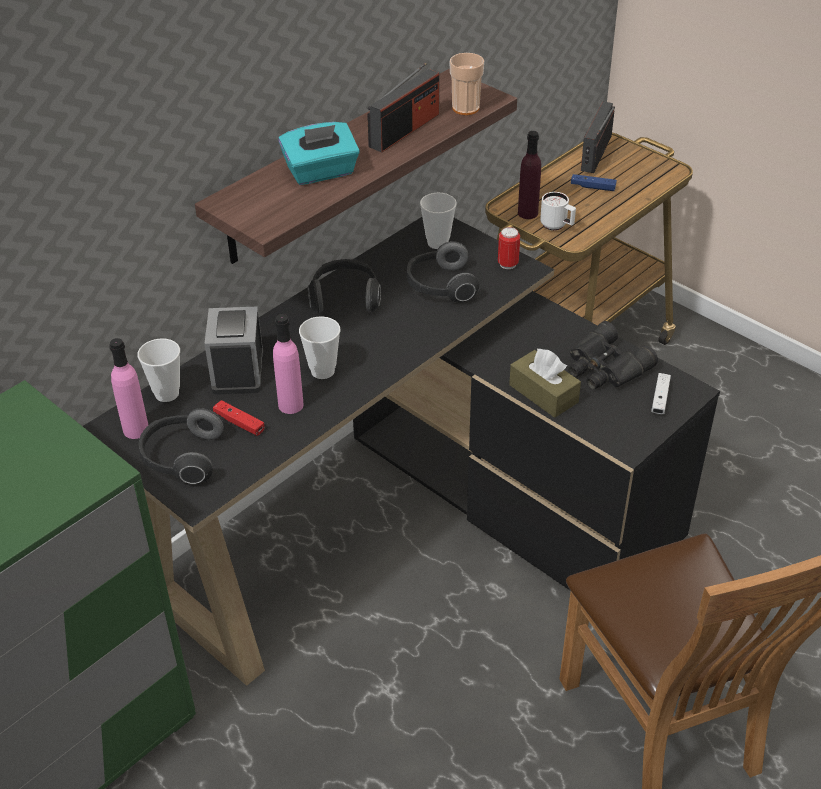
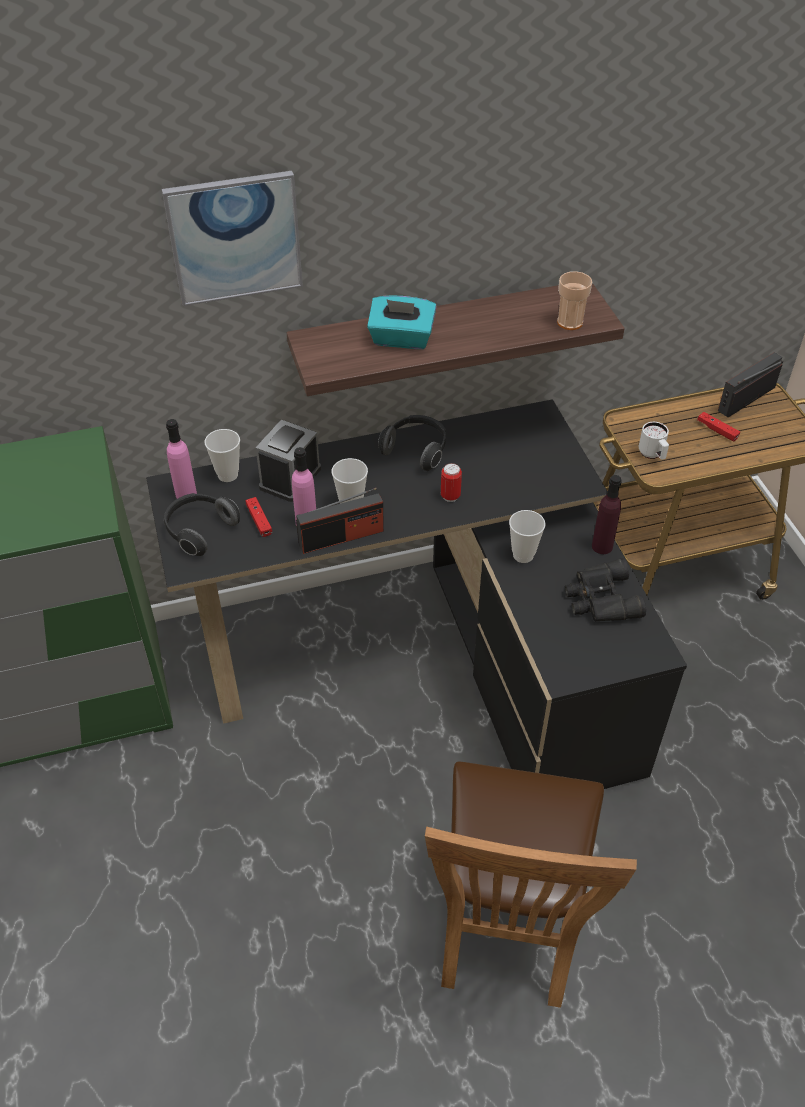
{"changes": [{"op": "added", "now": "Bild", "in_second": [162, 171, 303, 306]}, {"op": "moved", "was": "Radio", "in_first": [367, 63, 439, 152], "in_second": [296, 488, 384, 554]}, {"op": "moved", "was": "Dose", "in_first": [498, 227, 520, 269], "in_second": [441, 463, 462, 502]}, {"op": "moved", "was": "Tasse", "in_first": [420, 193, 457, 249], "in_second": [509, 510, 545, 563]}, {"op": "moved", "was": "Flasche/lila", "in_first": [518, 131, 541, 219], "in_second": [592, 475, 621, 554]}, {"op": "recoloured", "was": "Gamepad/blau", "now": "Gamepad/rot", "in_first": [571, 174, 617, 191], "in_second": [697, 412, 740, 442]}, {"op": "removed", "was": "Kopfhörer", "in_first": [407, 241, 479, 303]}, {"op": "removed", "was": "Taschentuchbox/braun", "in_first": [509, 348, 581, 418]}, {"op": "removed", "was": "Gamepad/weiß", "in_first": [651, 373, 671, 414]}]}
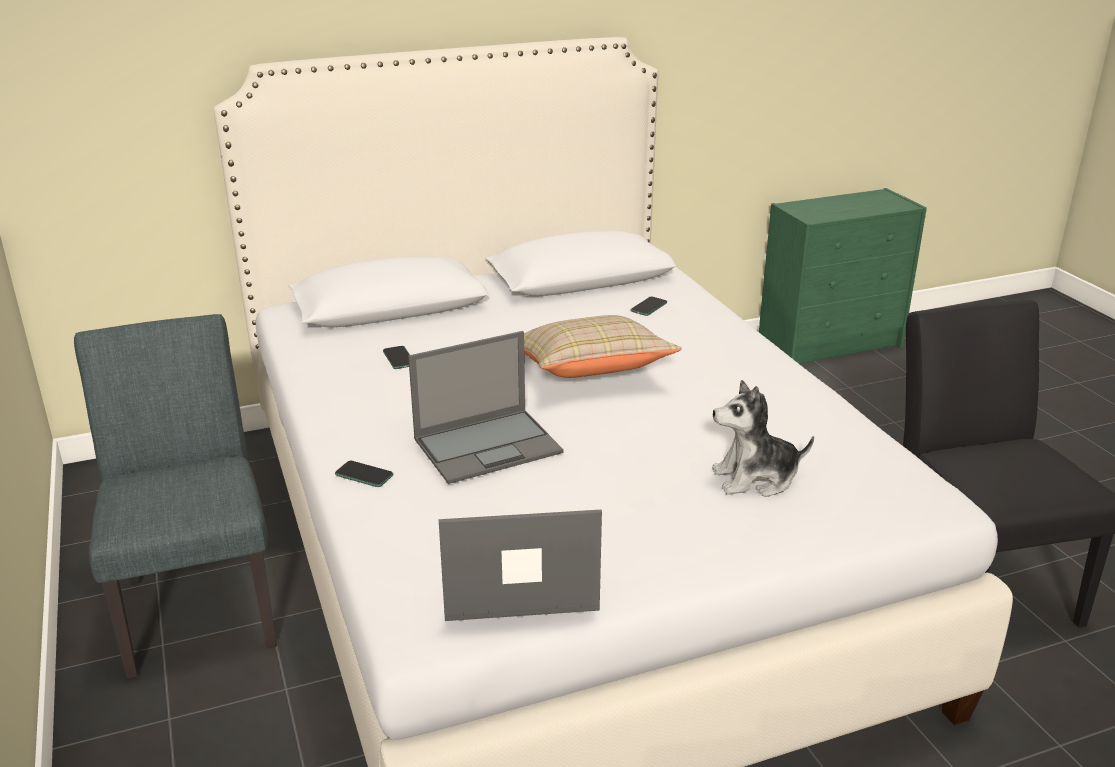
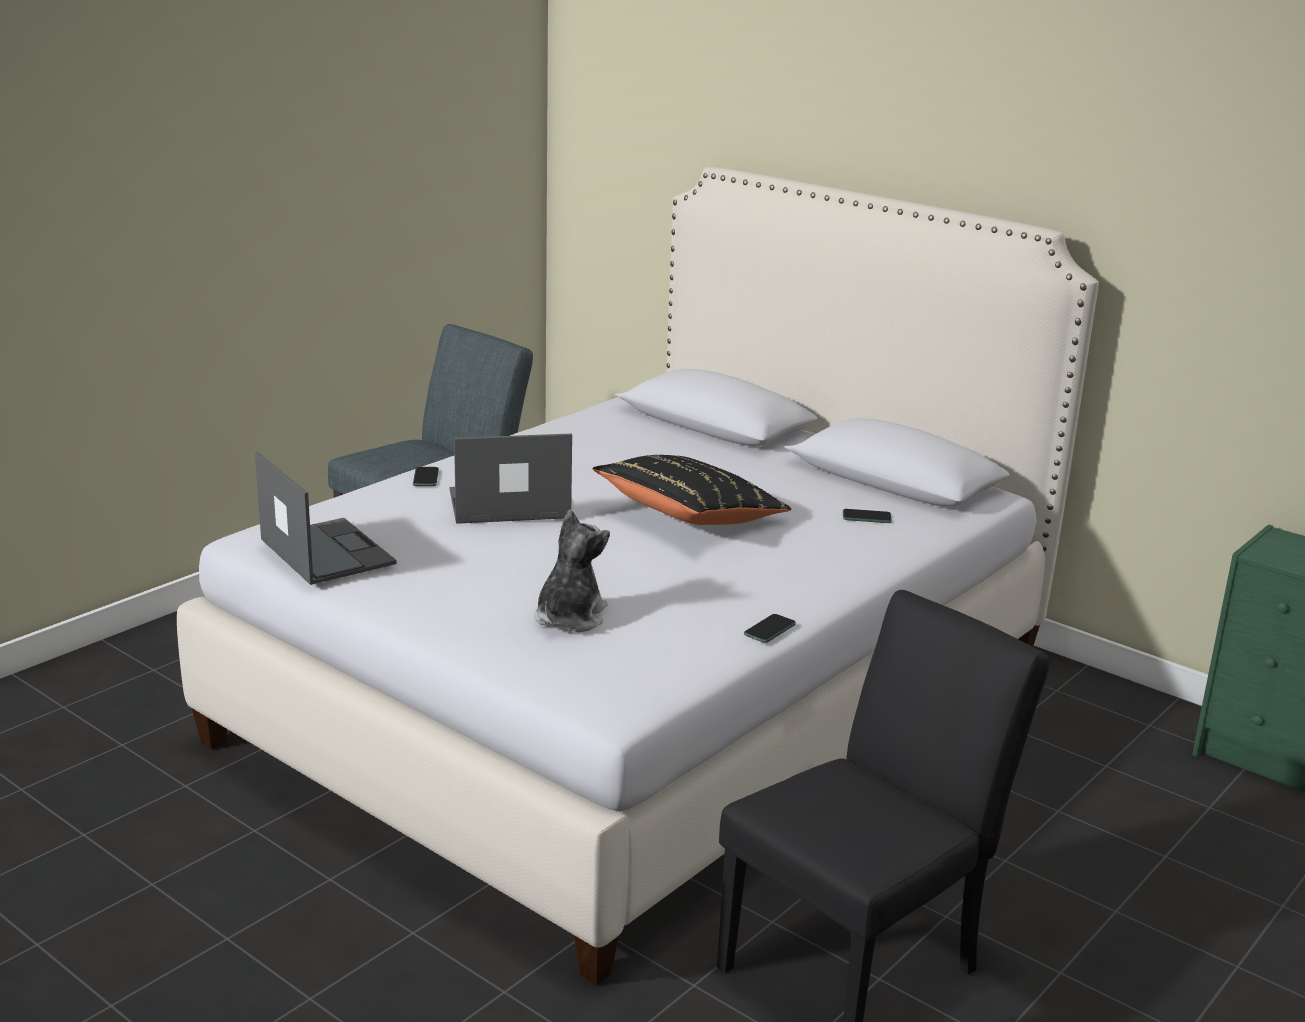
{"changes": [{"op": "turned", "was": "Laptop", "in_first": [408, 331, 563, 484], "in_second": [450, 434, 572, 524], "clockwise": 135}, {"op": "turned", "was": "Plüschtier", "in_first": [712, 380, 814, 497], "in_second": [534, 510, 610, 632], "clockwise": 60}, {"op": "recoloured", "was": "Kissen/beige", "now": "Kissen/schwarz", "in_first": [524, 315, 682, 378], "in_second": [593, 455, 791, 525]}, {"op": "moved", "was": "Handy", "in_first": [383, 346, 410, 369], "in_second": [744, 614, 796, 643]}]}
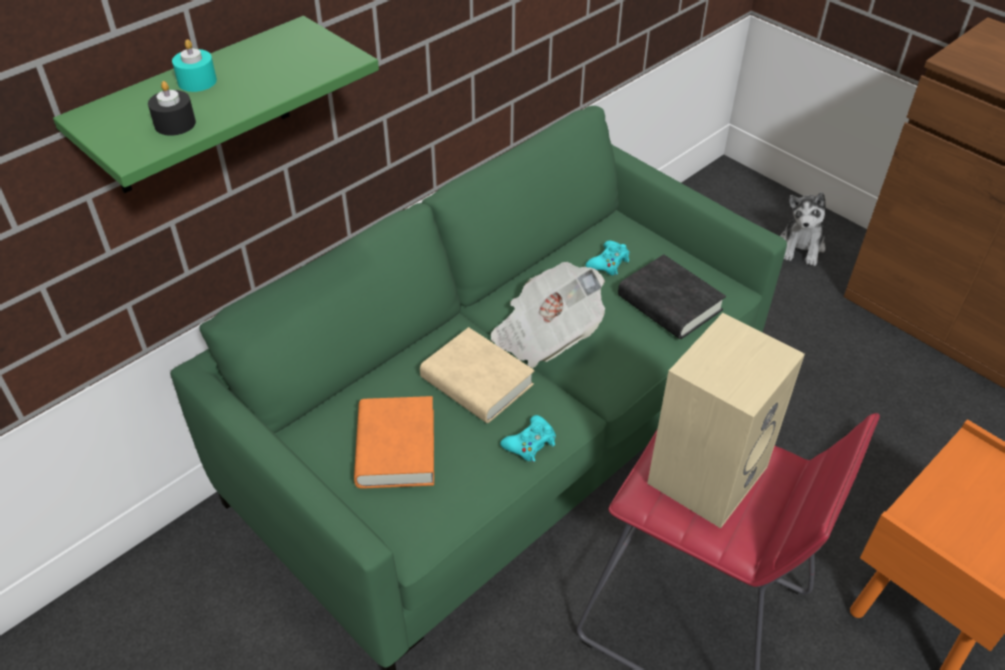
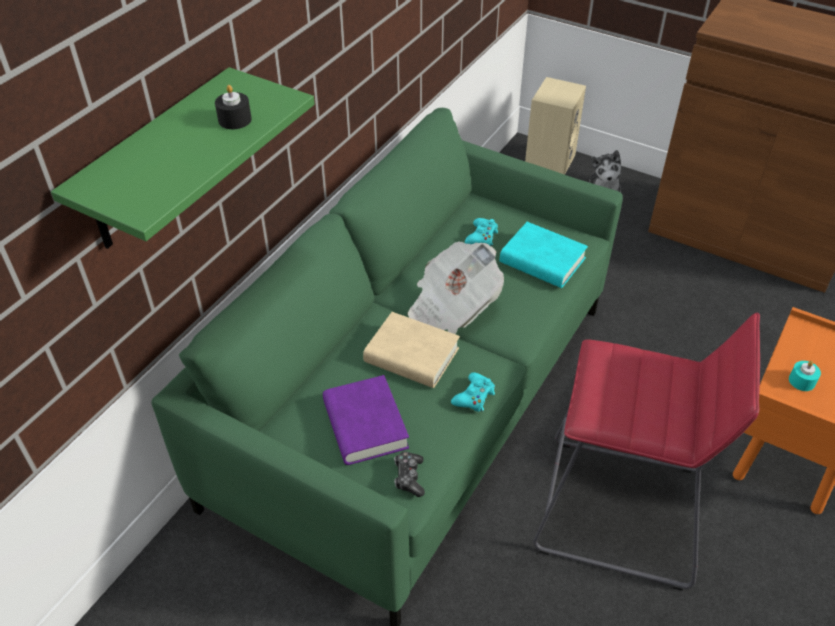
{"changes": [{"op": "moved", "was": "Kerze/schwarz", "in_first": [148, 81, 196, 136], "in_second": [215, 85, 252, 129]}, {"op": "recoloured", "was": "Buch/orange", "now": "Buch/lila", "in_first": [354, 396, 434, 489], "in_second": [323, 375, 409, 465]}, {"op": "added", "now": "Gamepad", "in_second": [394, 451, 425, 497]}, {"op": "recoloured", "was": "Buch/schwarz", "now": "Buch/türkis", "in_first": [618, 254, 726, 339], "in_second": [500, 222, 588, 288]}, {"op": "moved", "was": "Lautsprecher/beige", "in_first": [647, 313, 805, 528], "in_second": [525, 77, 586, 175]}, {"op": "moved", "was": "Kerze/türkis", "in_first": [172, 39, 217, 92], "in_second": [789, 361, 821, 391]}]}
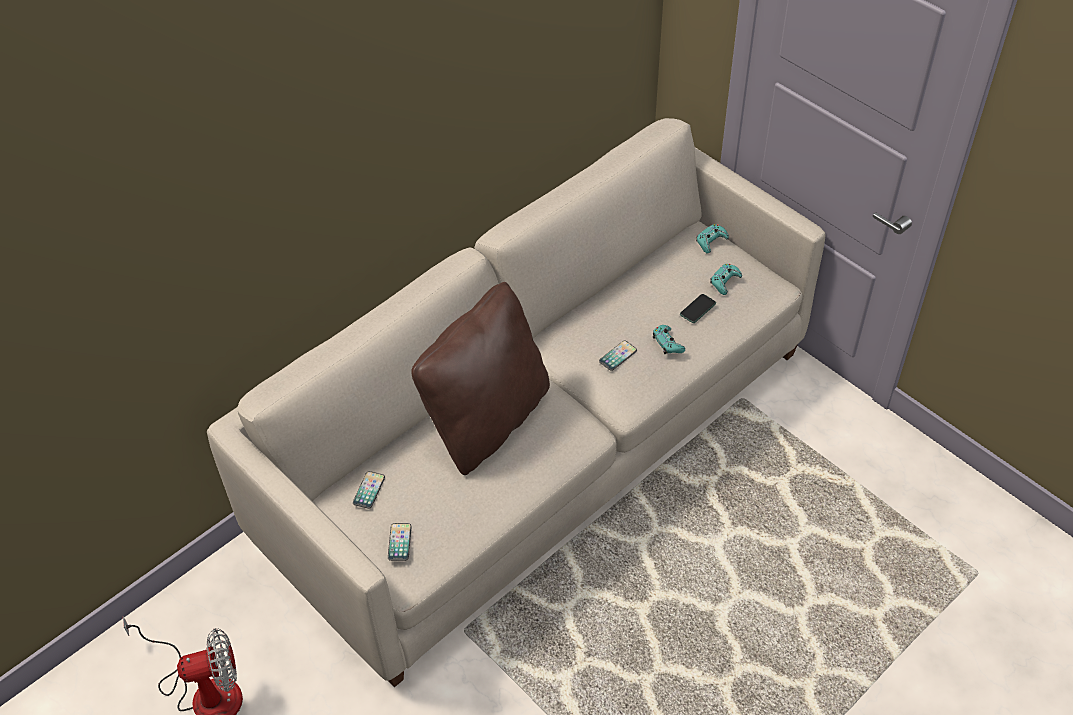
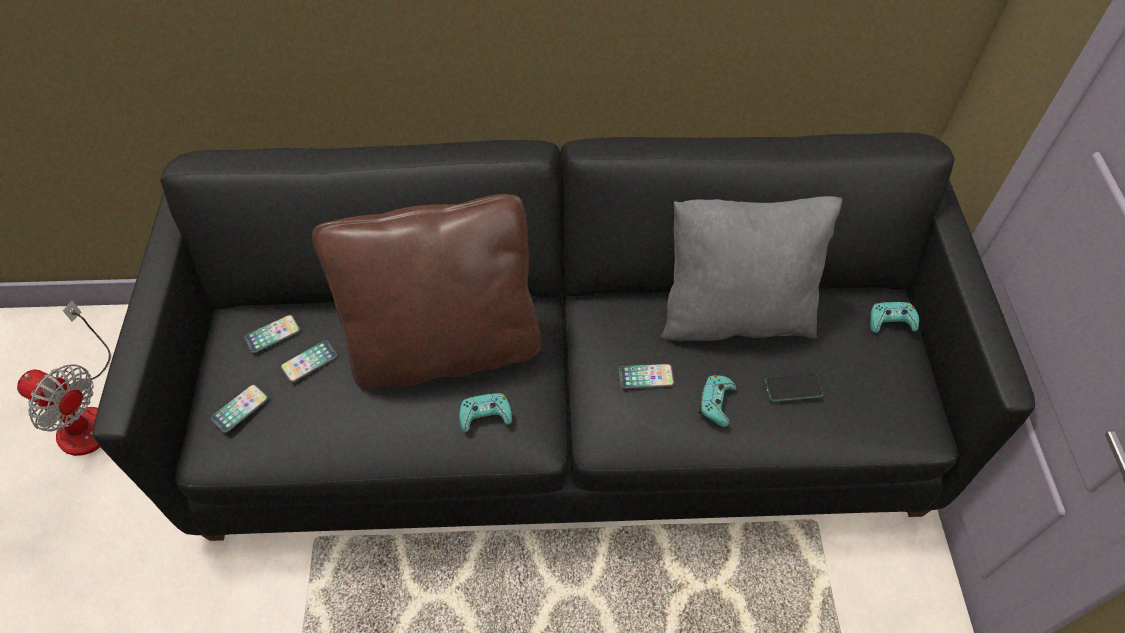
{"changes": [{"op": "recoloured", "was": "Sofa/beige", "now": "Sofa/schwarz", "in_first": [207, 118, 826, 687], "in_second": [92, 132, 1035, 541]}, {"op": "added", "now": "Handy", "in_second": [281, 340, 337, 382]}, {"op": "moved", "was": "Gamepad/türkis", "in_first": [710, 264, 742, 295], "in_second": [459, 393, 512, 432]}, {"op": "added", "now": "Kissen/grau", "in_second": [661, 196, 842, 341]}]}
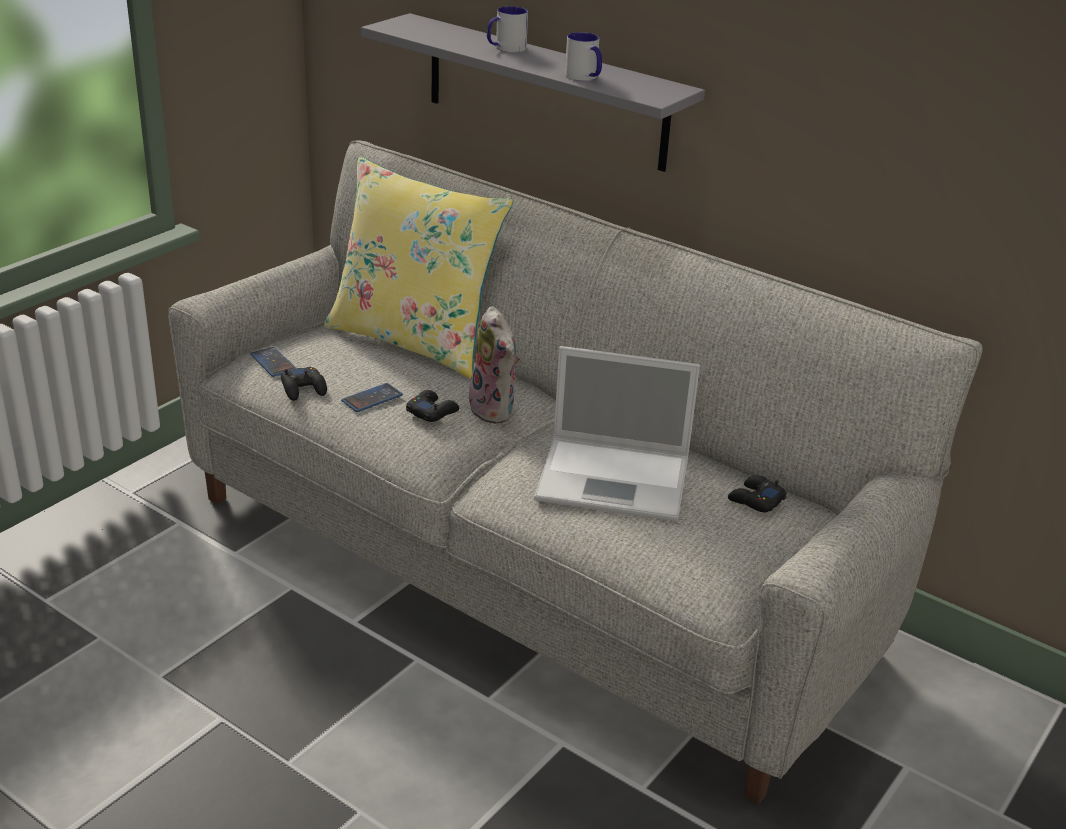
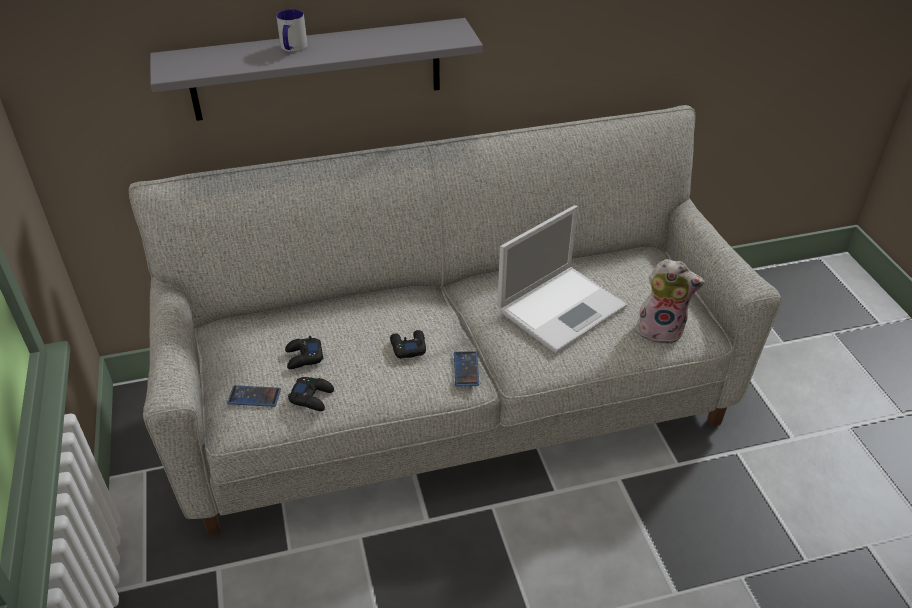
{"changes": [{"op": "moved", "was": "Gamepad/schwarz", "in_first": [728, 475, 787, 512], "in_second": [285, 336, 323, 369]}, {"op": "moved", "was": "Handy", "in_first": [341, 383, 403, 412], "in_second": [454, 351, 479, 386]}, {"op": "moved", "was": "Plüschtier", "in_first": [467, 306, 520, 424], "in_second": [636, 259, 705, 344]}, {"op": "removed", "was": "Kissen/gelb", "in_first": [324, 156, 513, 378]}, {"op": "removed", "was": "Henkelbecher", "in_first": [565, 32, 602, 81]}]}
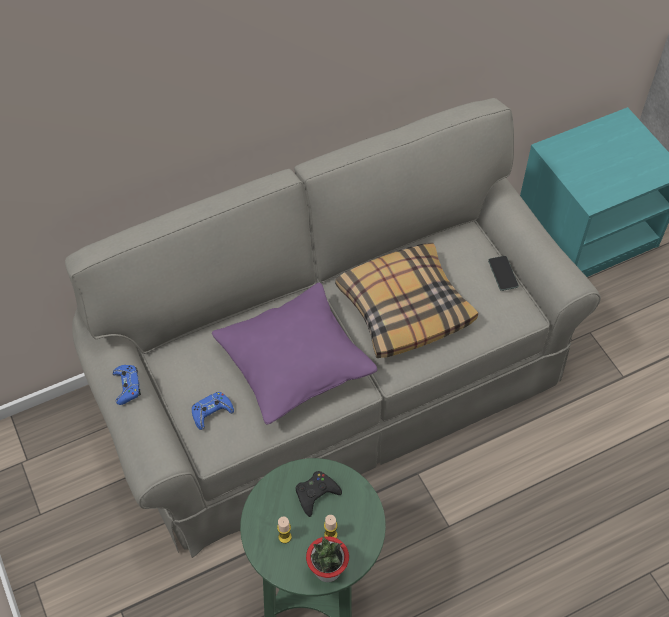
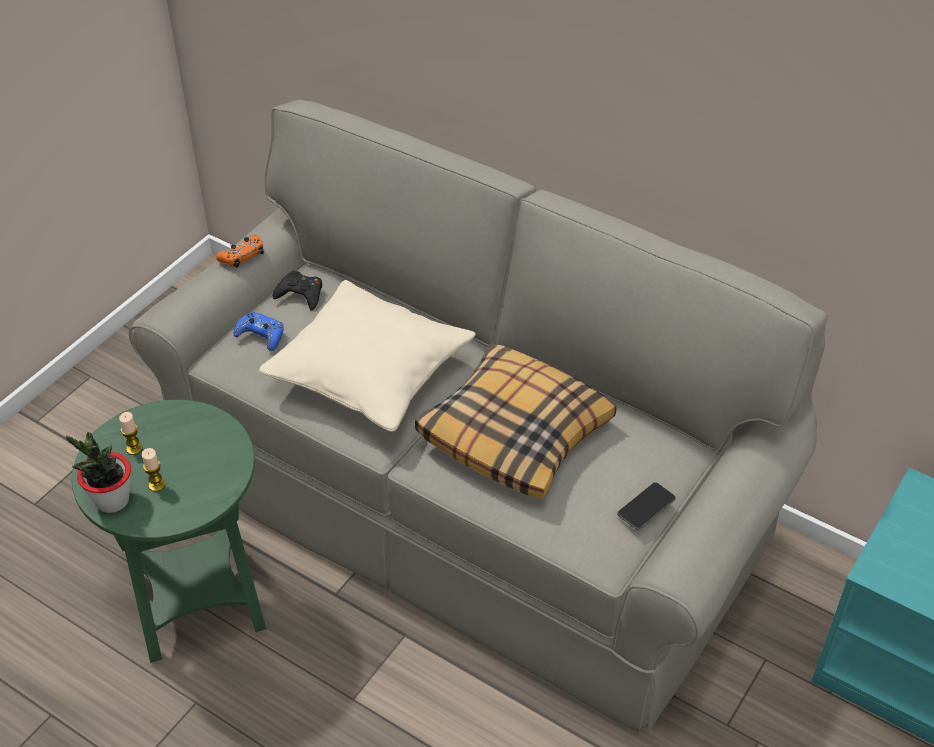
{"changes": [{"op": "recoloured", "was": "Gamepad/blau", "now": "Gamepad/orange", "in_first": [113, 365, 141, 405], "in_second": [216, 235, 264, 268]}, {"op": "recoloured", "was": "Kissen/lila", "now": "Kissen/beige", "in_first": [212, 282, 377, 425], "in_second": [259, 280, 476, 432]}, {"op": "moved", "was": "Gamepad/schwarz", "in_first": [295, 471, 342, 517], "in_second": [272, 271, 322, 310]}]}
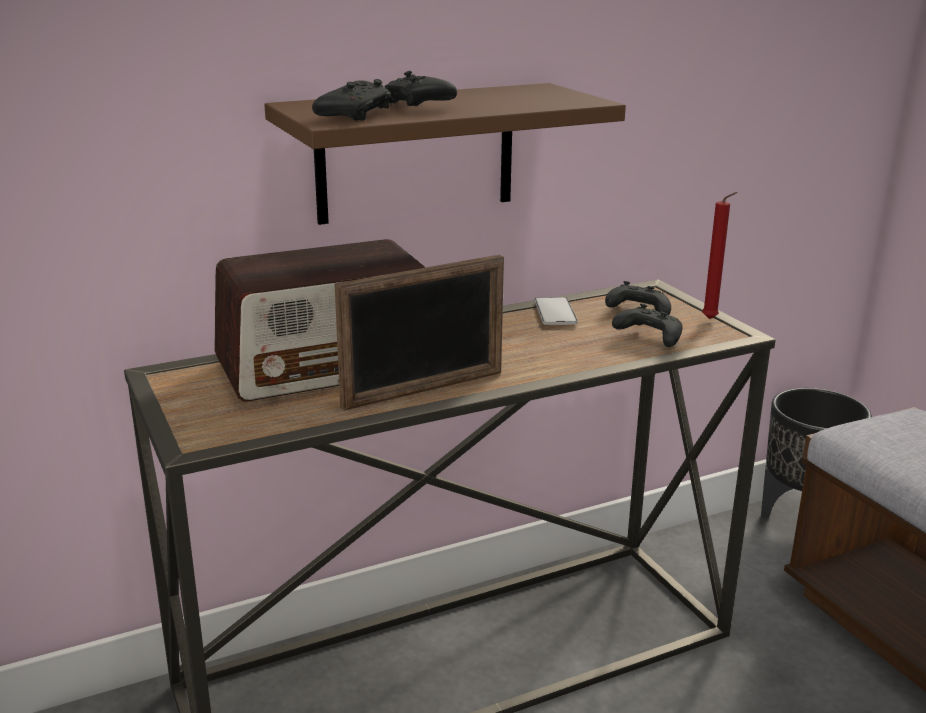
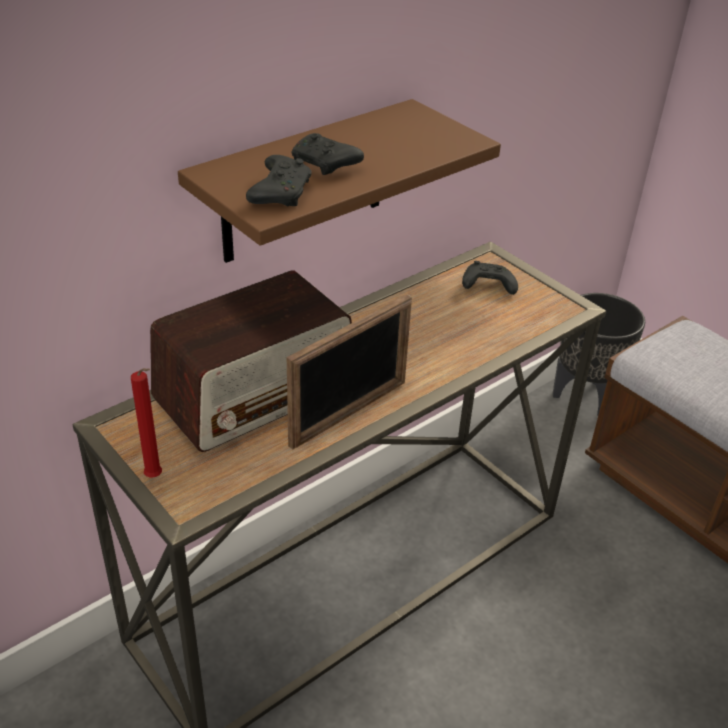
{"changes": [{"op": "moved", "was": "Kerze/rot", "in_first": [702, 192, 738, 319], "in_second": [131, 368, 162, 478]}, {"op": "removed", "was": "Handy", "in_first": [535, 297, 578, 325]}, {"op": "removed", "was": "Gamepad/schwarz", "in_first": [612, 303, 683, 347]}]}
